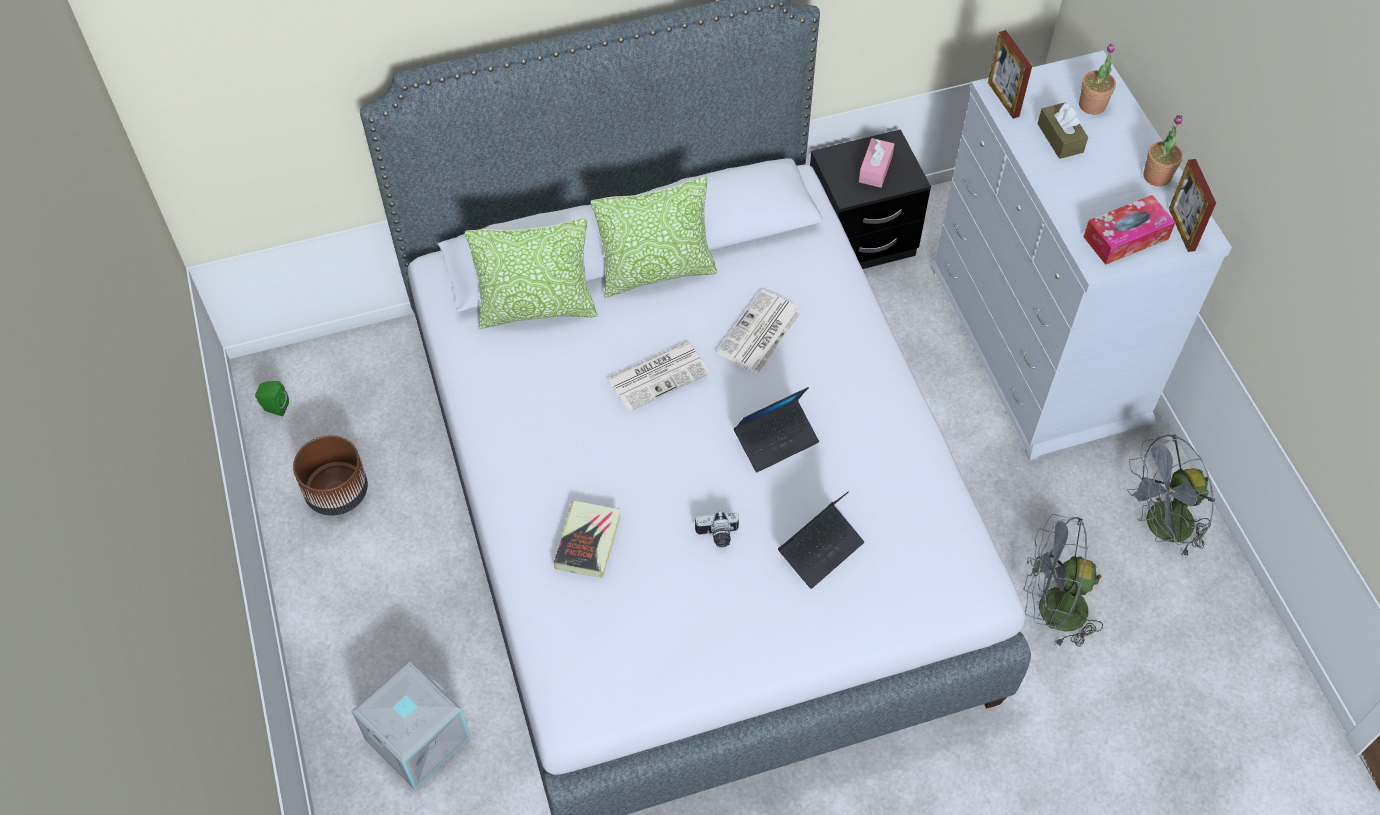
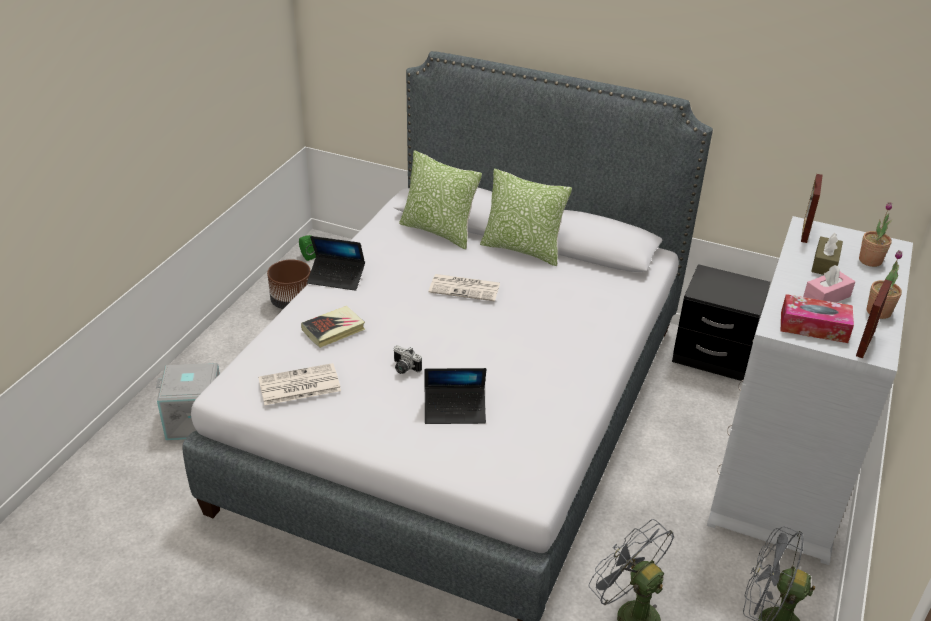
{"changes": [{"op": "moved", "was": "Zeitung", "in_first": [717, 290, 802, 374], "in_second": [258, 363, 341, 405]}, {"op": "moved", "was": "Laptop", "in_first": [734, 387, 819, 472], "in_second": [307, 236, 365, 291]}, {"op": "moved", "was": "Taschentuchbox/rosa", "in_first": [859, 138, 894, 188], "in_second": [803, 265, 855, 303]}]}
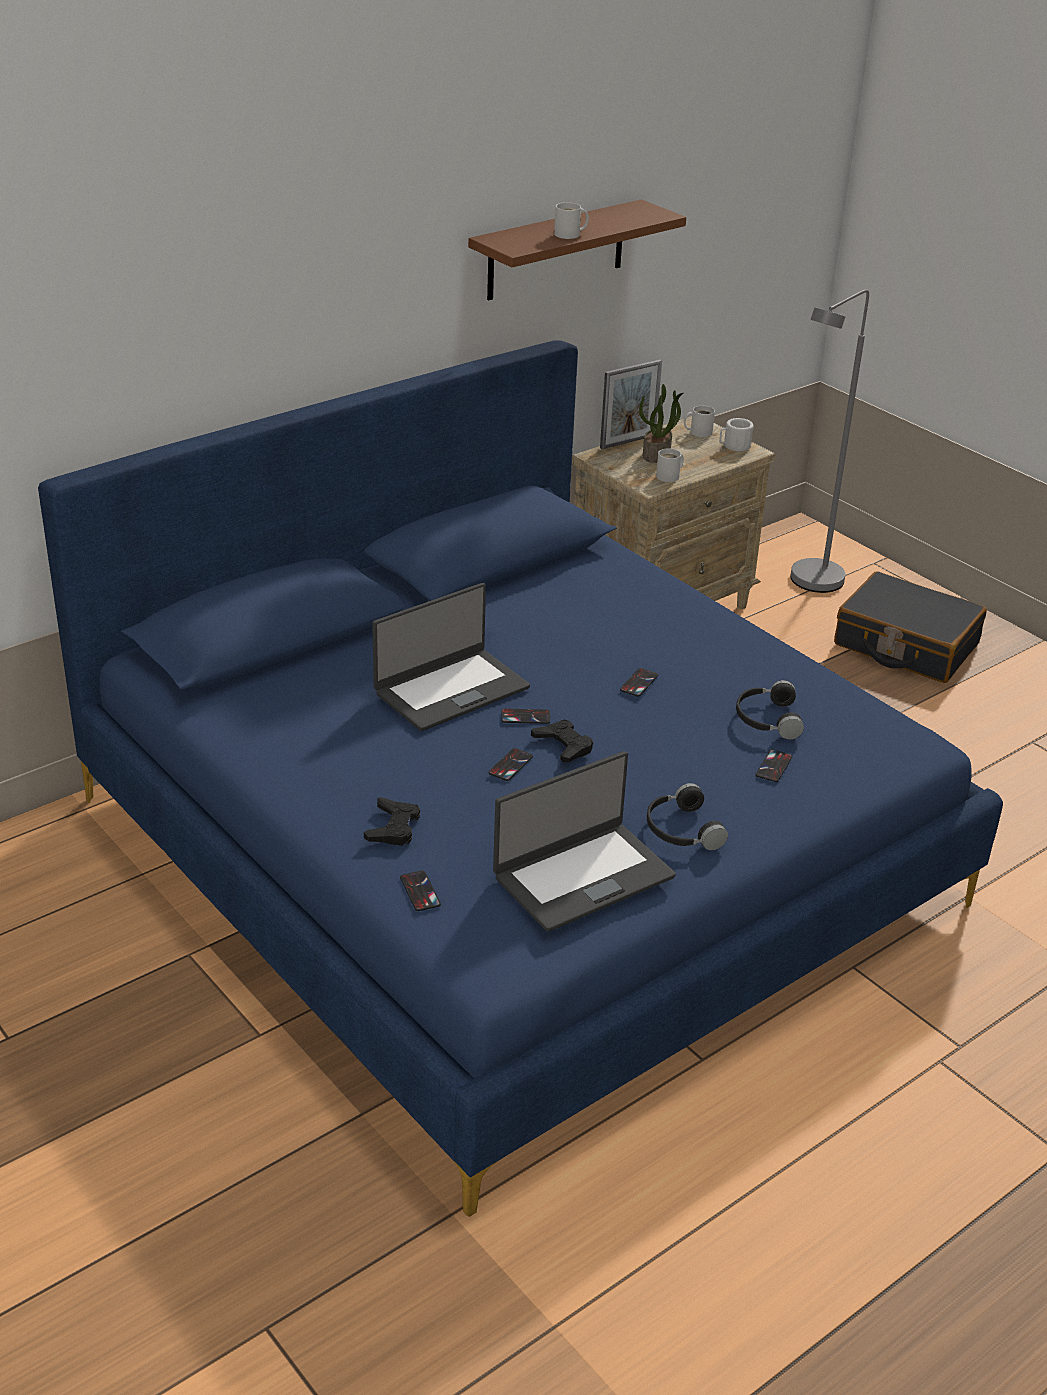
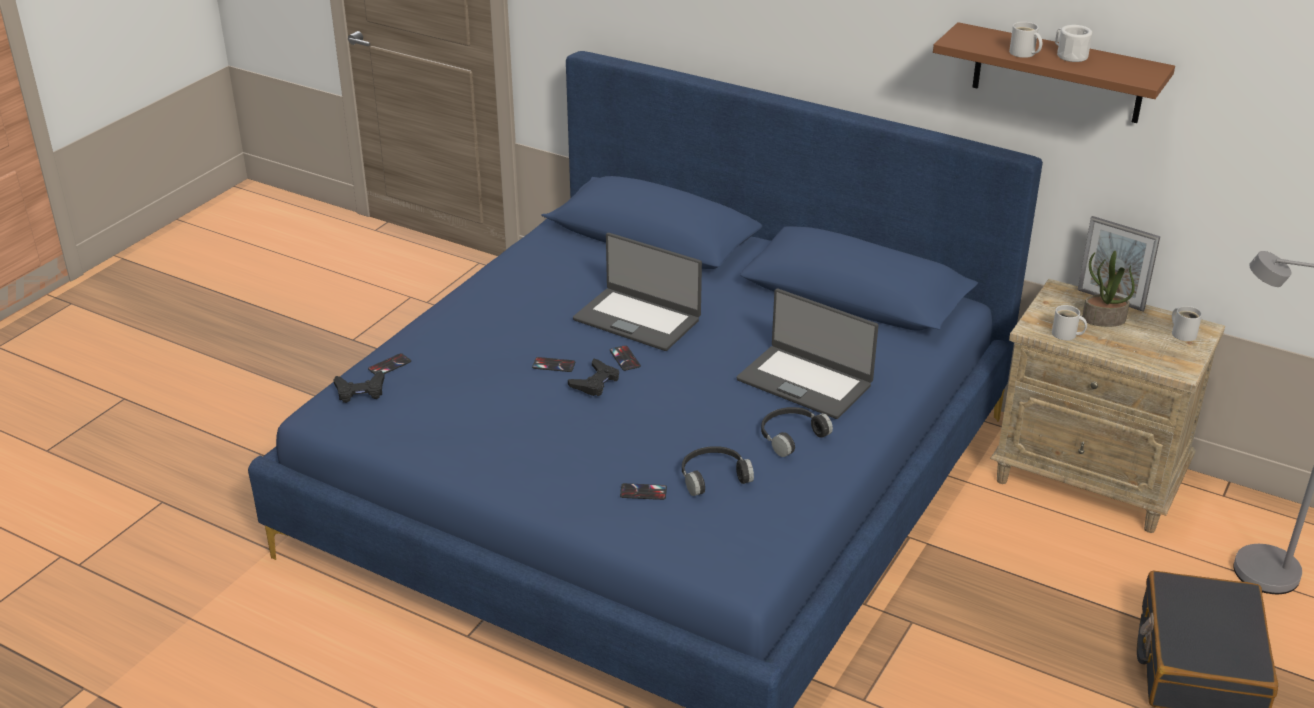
{"changes": [{"op": "moved", "was": "Gamepad/schwarz", "in_first": [364, 797, 420, 846], "in_second": [333, 371, 385, 403]}, {"op": "moved", "was": "Laptop", "in_first": [493, 751, 676, 932], "in_second": [737, 289, 878, 419]}, {"op": "moved", "was": "Kopfhörer/schwarz", "in_first": [647, 783, 728, 850], "in_second": [761, 407, 833, 457]}, {"op": "moved", "was": "Henkelbecher/weiß", "in_first": [719, 418, 754, 452], "in_second": [1055, 25, 1092, 62]}, {"op": "removed", "was": "Handy", "in_first": [620, 668, 658, 697]}]}
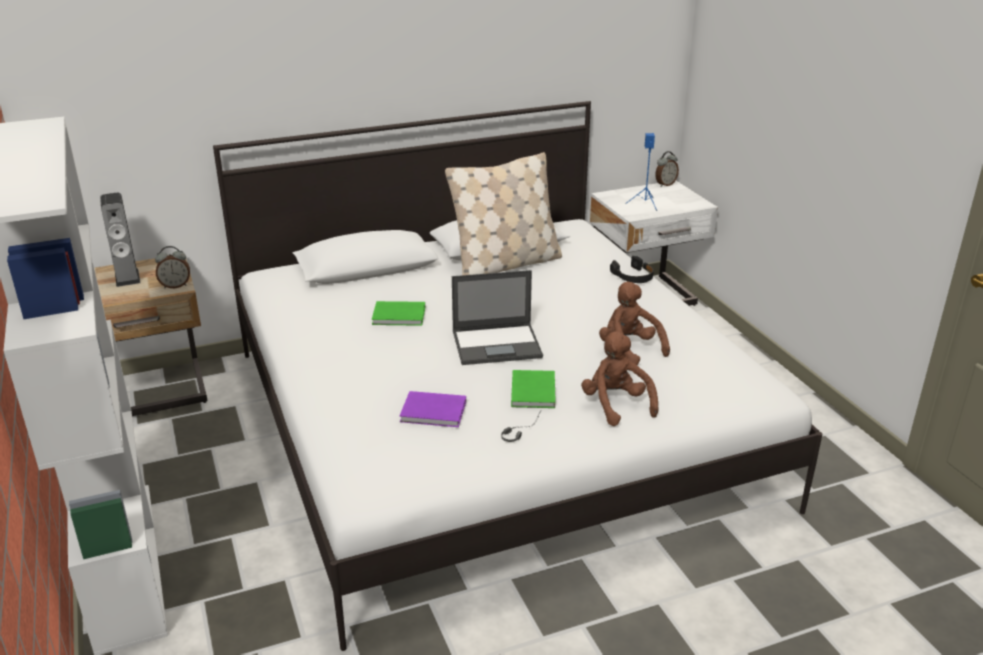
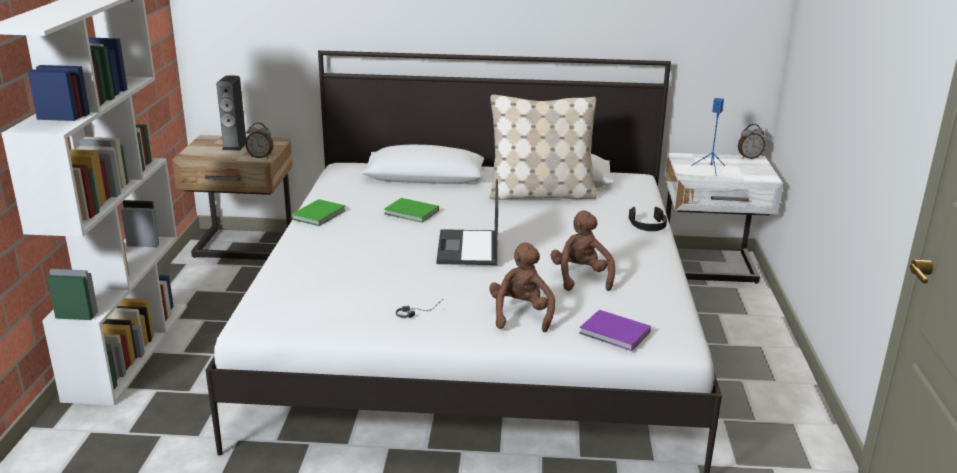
{"changes": [{"op": "moved", "was": "Buch/grün", "in_first": [511, 370, 556, 408], "in_second": [291, 199, 346, 226]}, {"op": "turned", "was": "Laptop", "in_first": [452, 270, 543, 365], "in_second": [436, 179, 498, 265], "clockwise": 75}, {"op": "moved", "was": "Buch/lila", "in_first": [400, 391, 466, 427], "in_second": [579, 310, 651, 351]}]}
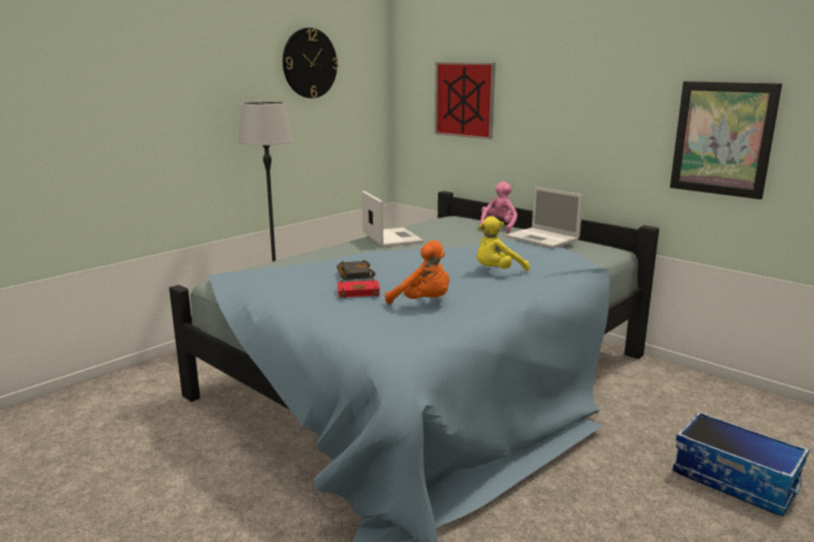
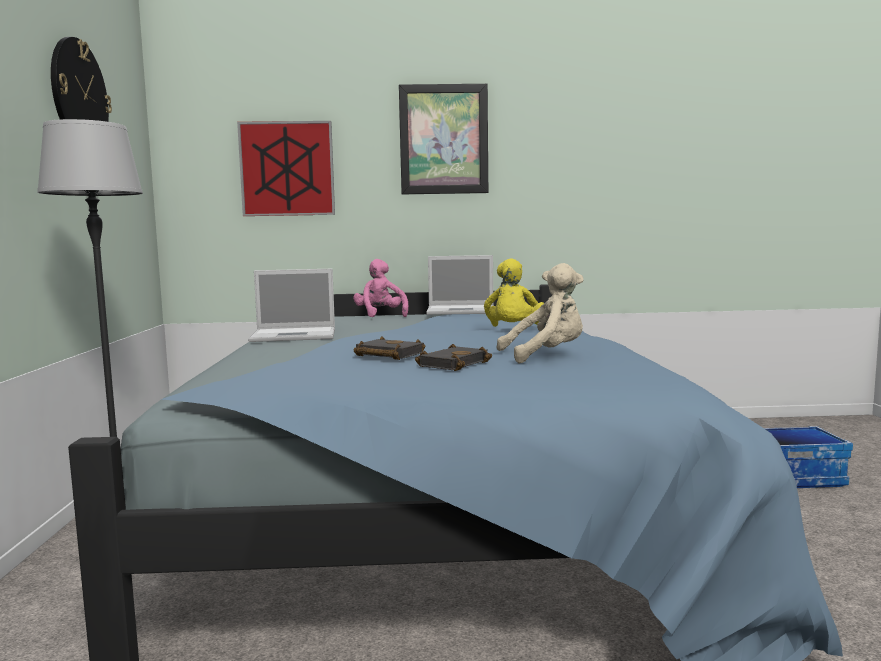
{"changes": [{"op": "turned", "was": "Laptop", "in_first": [362, 191, 424, 247], "in_second": [248, 269, 335, 342], "clockwise": 150}, {"op": "moved", "was": "Bild", "in_first": [670, 81, 782, 199], "in_second": [399, 84, 488, 194]}, {"op": "recoloured", "was": "Buch/rot", "now": "Buch/schwarz", "in_first": [338, 279, 380, 298], "in_second": [415, 344, 492, 371]}, {"op": "recoloured", "was": "Plüschtier/orange", "now": "Plüschtier/beige", "in_first": [385, 240, 449, 304], "in_second": [497, 263, 584, 364]}]}
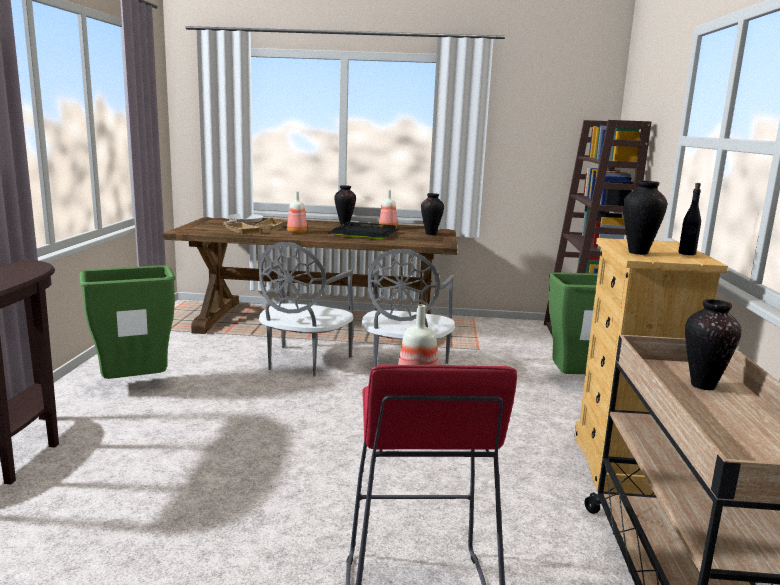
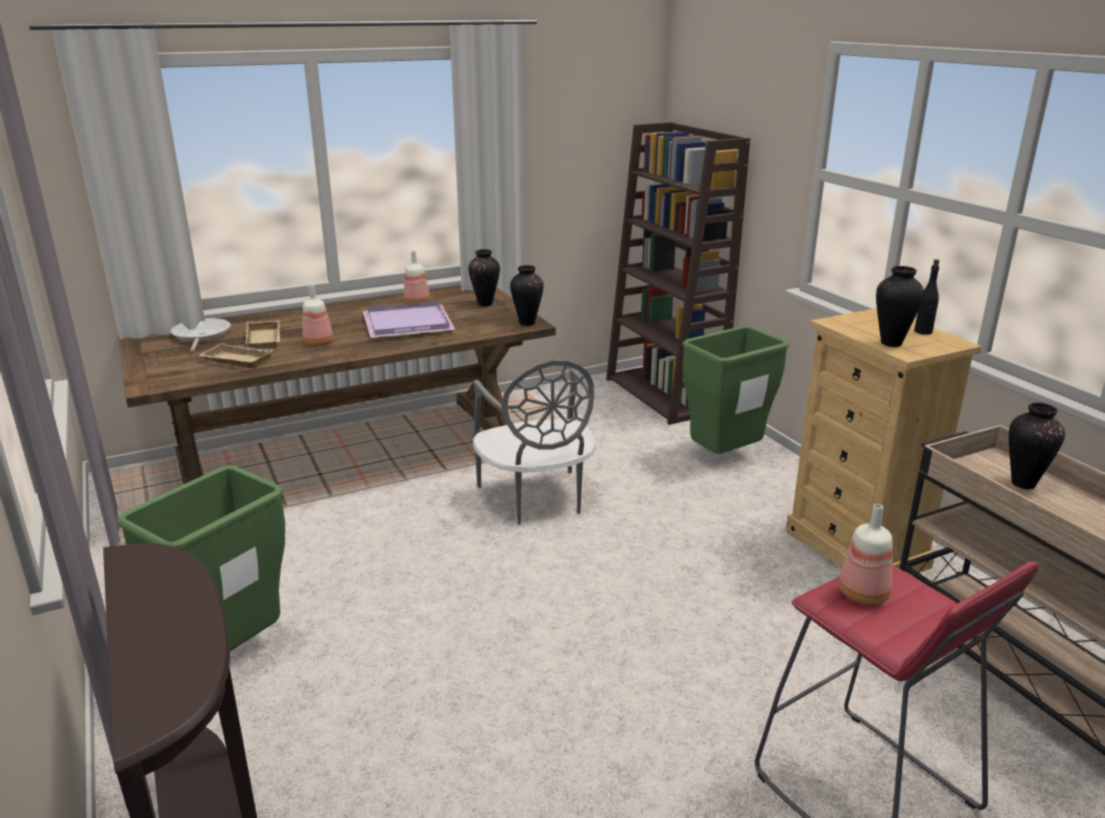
{"changes": [{"op": "recoloured", "was": "Tablett/schwarz", "now": "Tablett/lila", "in_first": [329, 222, 399, 240], "in_second": [363, 301, 455, 338]}, {"op": "moved", "was": "Vase", "in_first": [334, 185, 356, 224], "in_second": [510, 265, 544, 326]}, {"op": "removed", "was": "Stuhl/grau", "in_first": [259, 242, 354, 377]}]}
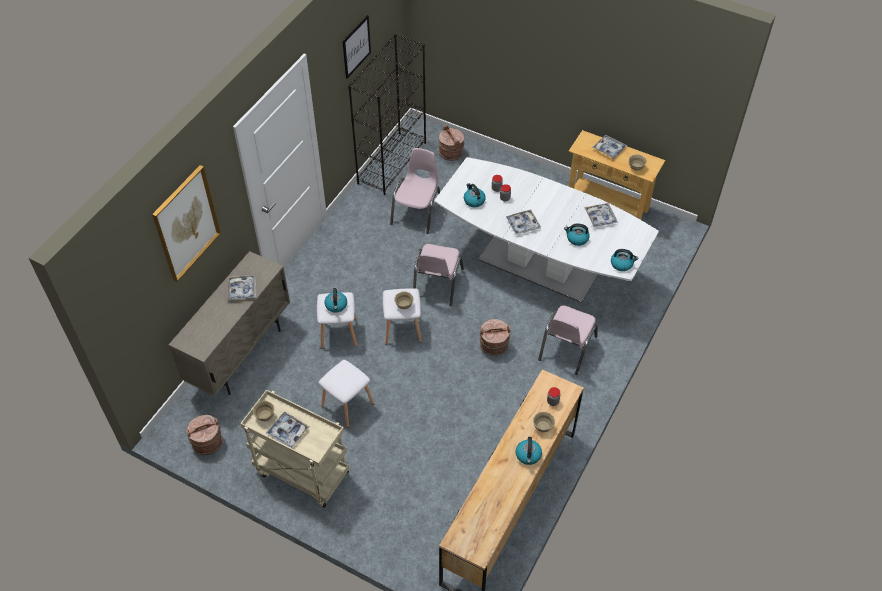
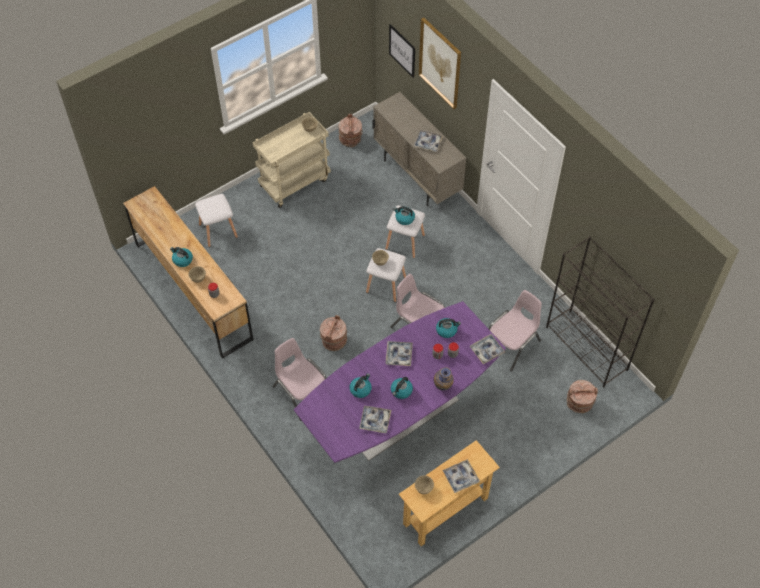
{"changes": [{"op": "moved", "was": "Hocker/weiß", "in_first": [318, 360, 374, 428], "in_second": [195, 194, 238, 247]}, {"op": "recoloured", "was": "Esstisch/weiß", "now": "Esstisch/lila", "in_first": [434, 157, 659, 303], "in_second": [294, 301, 506, 463]}, {"op": "moved", "was": "Bild", "in_first": [342, 15, 371, 79], "in_second": [389, 24, 415, 78]}, {"op": "moved", "was": "Wasserkessel", "in_first": [611, 249, 639, 271], "in_second": [391, 377, 413, 399]}, {"op": "added", "now": "Vase", "in_second": [434, 367, 454, 391]}, {"op": "moved", "was": "Tablett", "in_first": [265, 412, 309, 448], "in_second": [470, 334, 505, 364]}, {"op": "turned", "was": "Stuhl/rosa", "in_first": [390, 148, 440, 234], "in_second": [489, 290, 542, 371], "clockwise": -90}]}
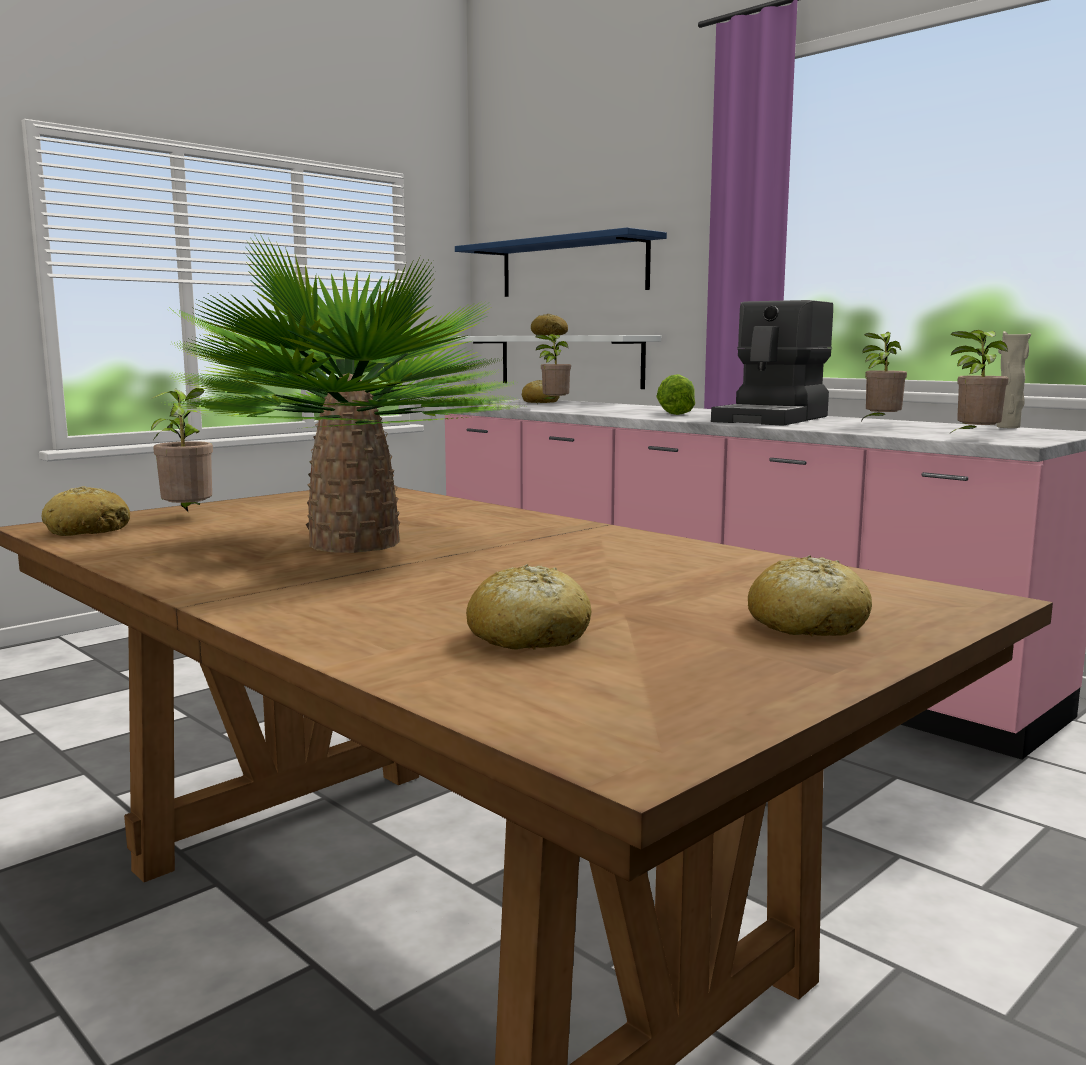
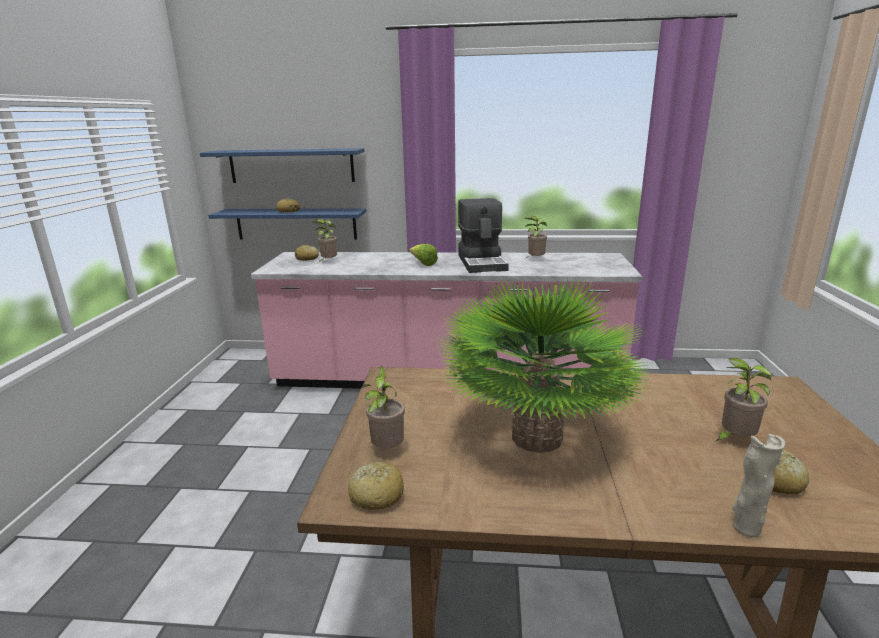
{"changes": [{"op": "recoloured", "was": "Wandregal/weiß", "now": "Wandregal/blau", "in_first": [454, 335, 661, 389], "in_second": [208, 208, 366, 240]}, {"op": "moved", "was": "Topfpflanze", "in_first": [946, 330, 1009, 437], "in_second": [715, 358, 772, 442]}, {"op": "moved", "was": "Vase/beige", "in_first": [997, 331, 1031, 428], "in_second": [732, 434, 785, 537]}, {"op": "removed", "was": "Brot", "in_first": [748, 555, 872, 637]}]}
